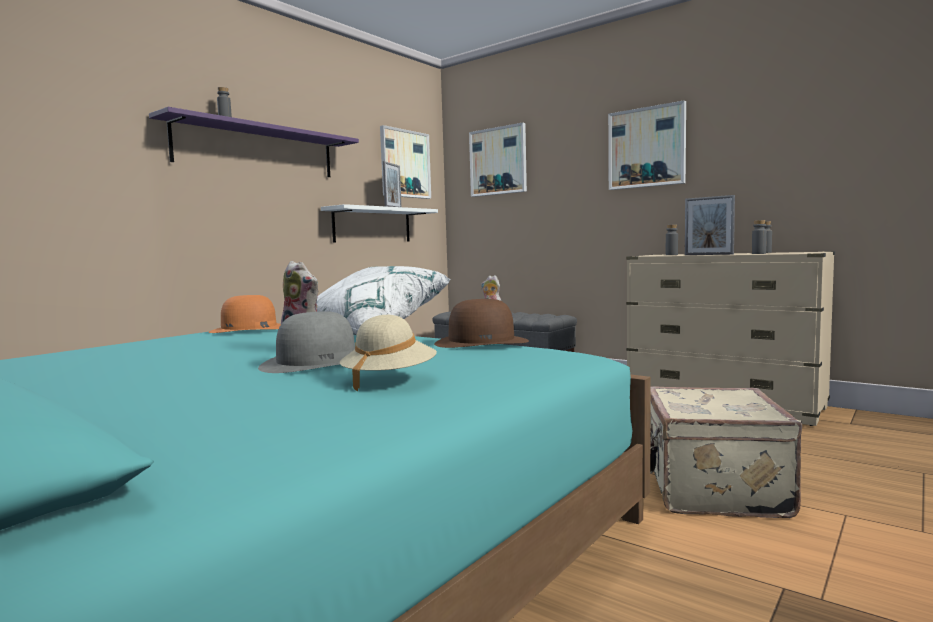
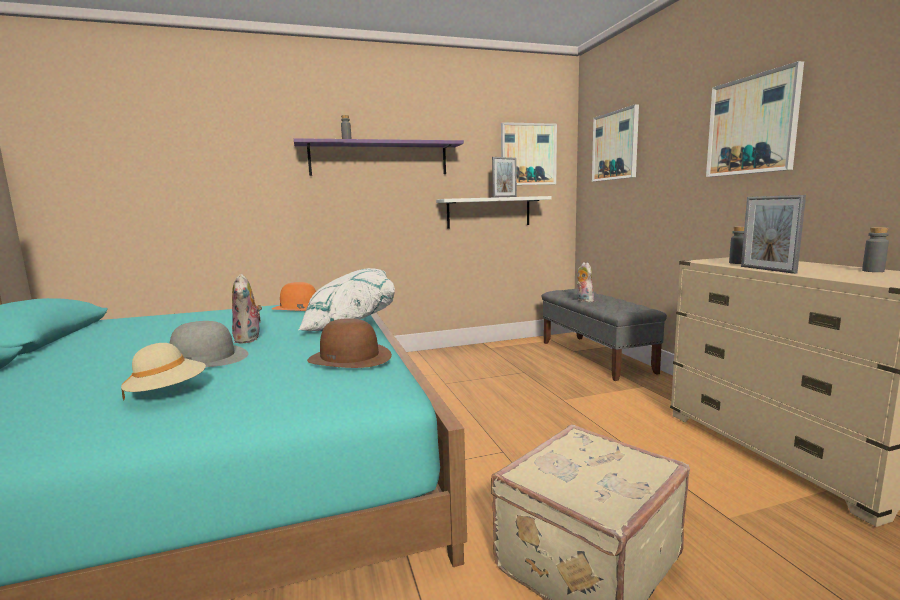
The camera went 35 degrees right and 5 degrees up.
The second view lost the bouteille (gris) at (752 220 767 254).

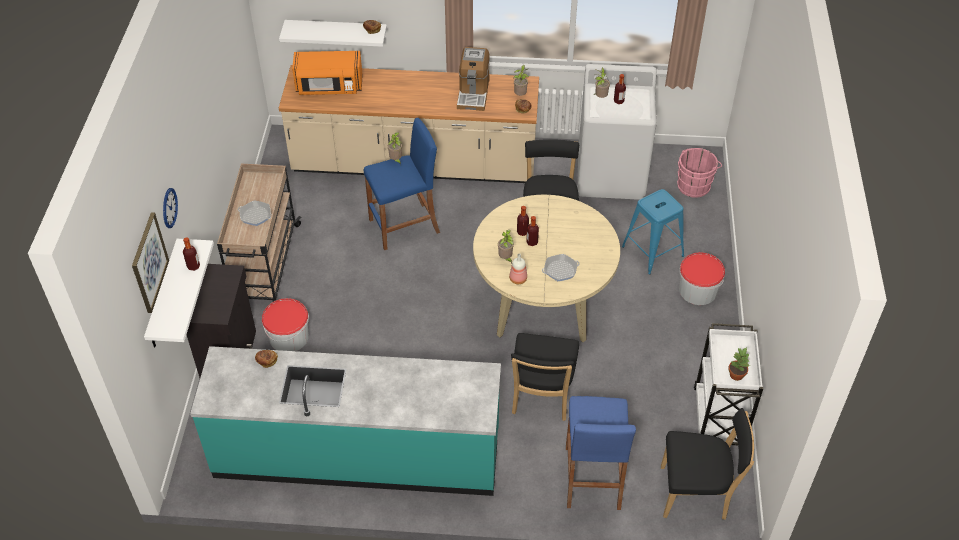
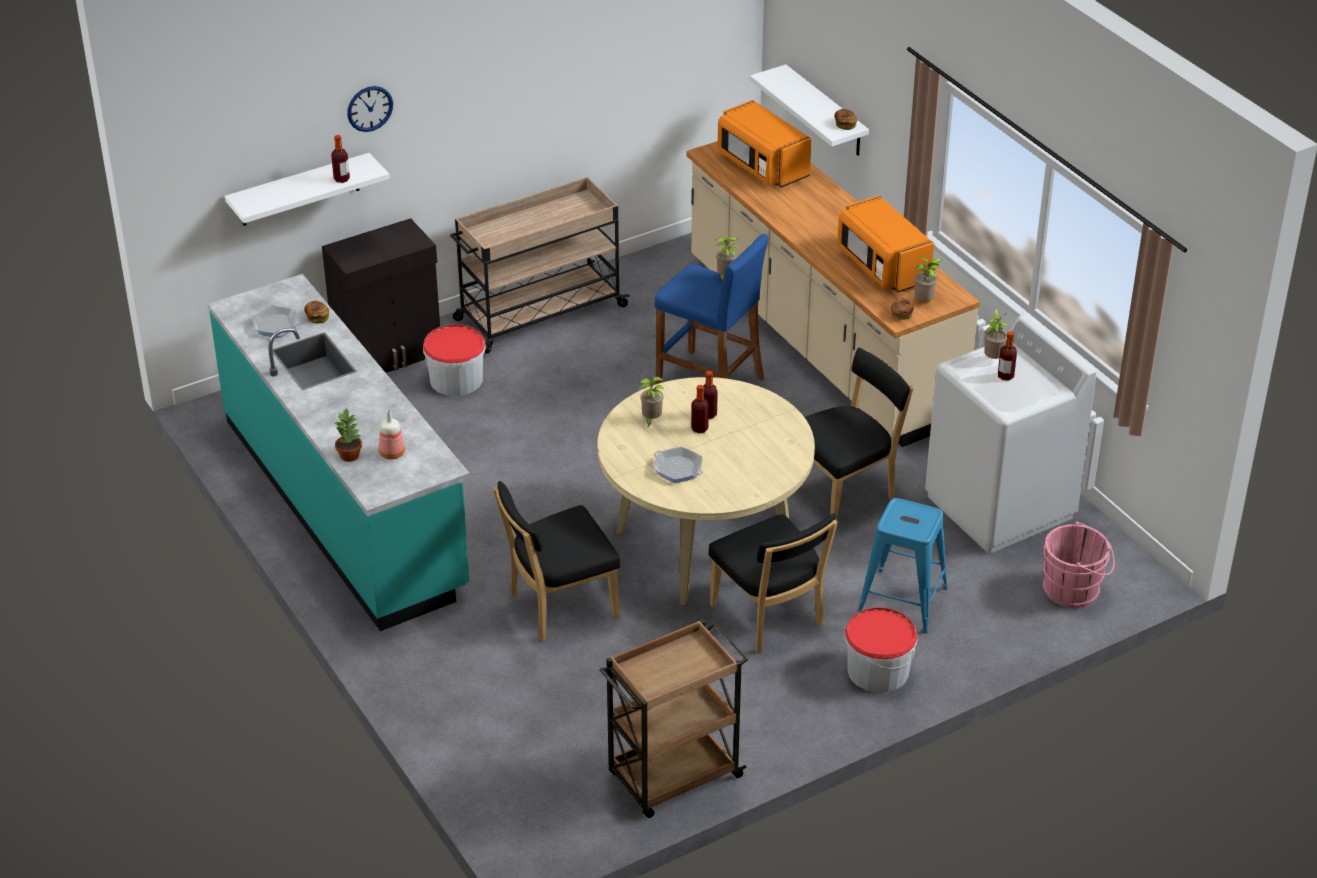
The camera went 55 degrees right and 10 degrees down.
The second view lost the tableau at (132 212 169 313).
The poêle ended up elsewhere, having gone from (238 200 272 226) to (253 305 299 338).
Where the machine à café stood at (457 47 490 111), the micro-ondes (orange) came to stand at (837 195 934 292).
The bouteille ended up elsewhere, having gone from (509 253 527 284) to (379 410 405 459).
The second view lost the tabouret (bleu) at (566 396 636 510).
The chaise (noir) ended up elsewhere, having gone from (661 408 754 520) to (708 514 838 653).
What was the chariot (blanc) at (694 323 763 445) turned into the chariot (marron) at (599 619 748 818).
The plante en pot ended up elsewhere, having gone from (728 348 749 381) to (333 408 362 462).

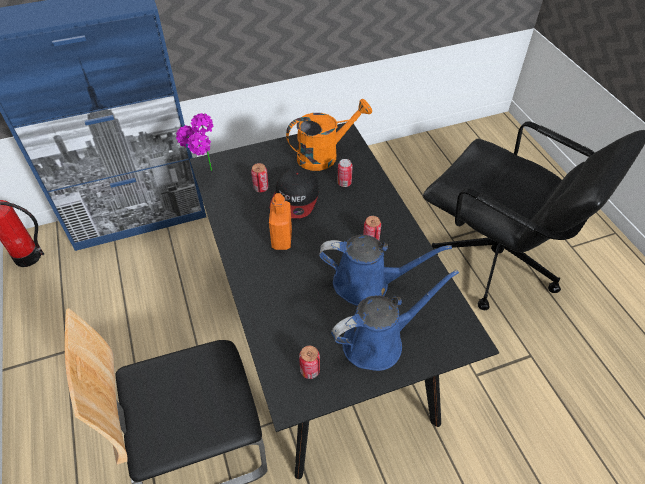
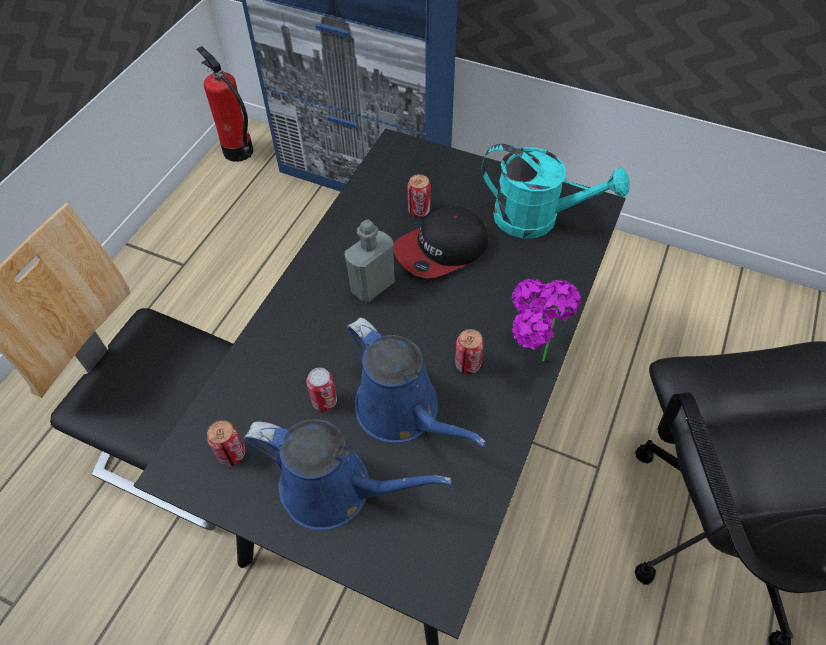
The camera went 45 degrees right and 5 degrees up.
The plante en pot ended up elsewhere, having gone from (176 113 214 171) to (512 279 581 362).
What was the bouteille (orange) at (269 193 292 250) turned into the bouteille (gris) at (345 220 395 302).
What was the arrosoir (orange) at (286 99 372 171) turned into the arrosoir (turquoise) at (482 144 630 238).
The boîte métallique ended up elsewhere, having gone from (337 159 353 187) to (306 368 337 411).

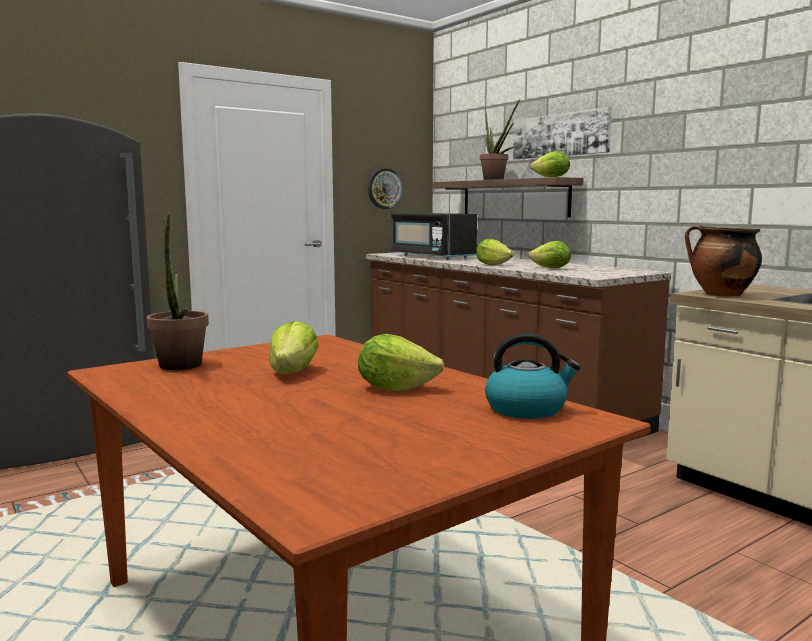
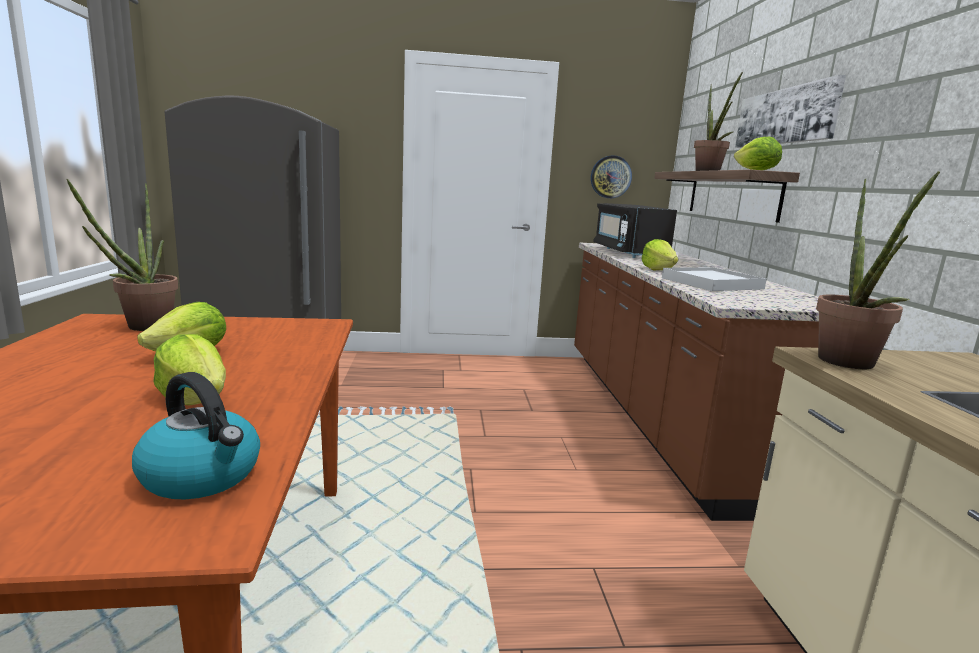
The camera went 30 degrees right and 5 degrees up.
Where the laitue stood at (528 241 571 268), the plateau (blanc) came to stand at (662 267 767 291).
Where the marmite stood at (685 225 762 297), the plante en pot came to stand at (816 171 940 369).

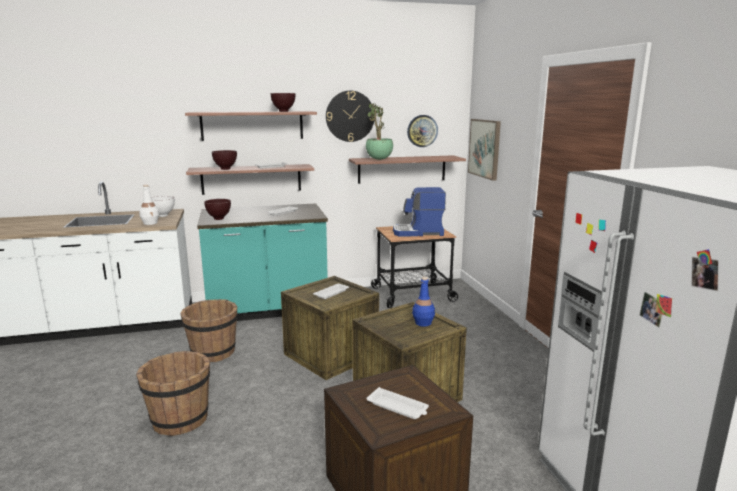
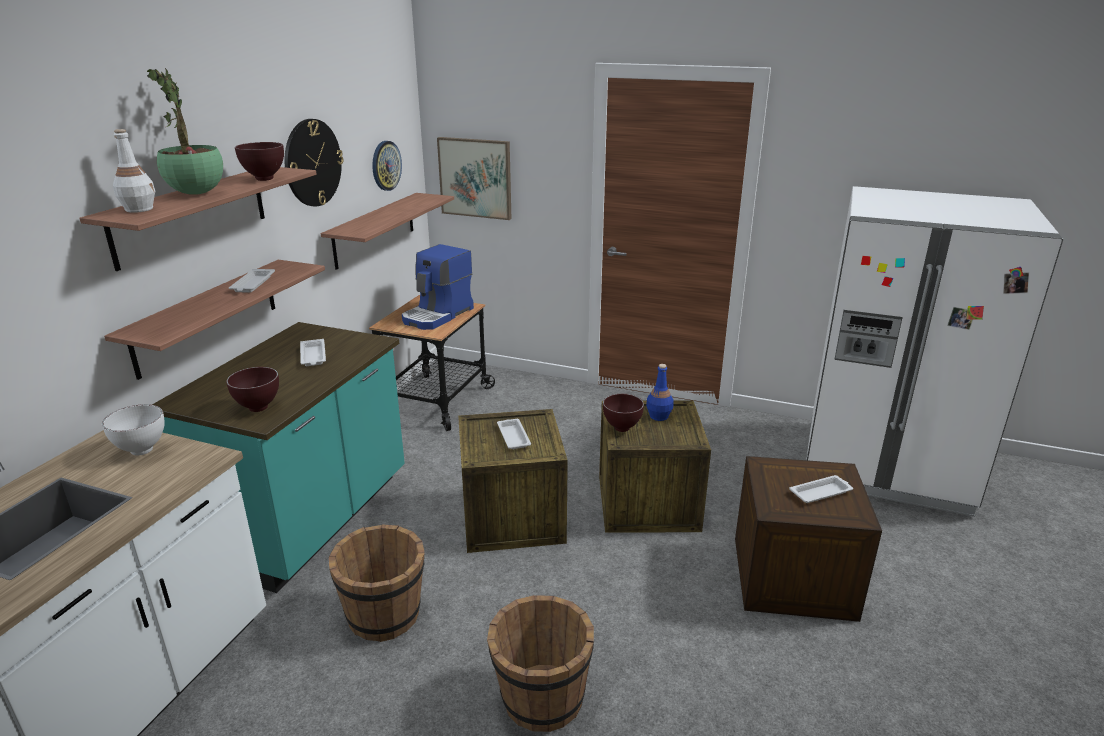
The camera went 55 degrees left and 10 degrees up.
The bouteille (blanc) ended up elsewhere, having gone from (139 185 159 225) to (113 129 155 213).
The bol (marron) ended up elsewhere, having gone from (212 150 237 170) to (603 394 644 432).
The plante en pot ended up elsewhere, having gone from (366 103 393 160) to (147 68 223 195).

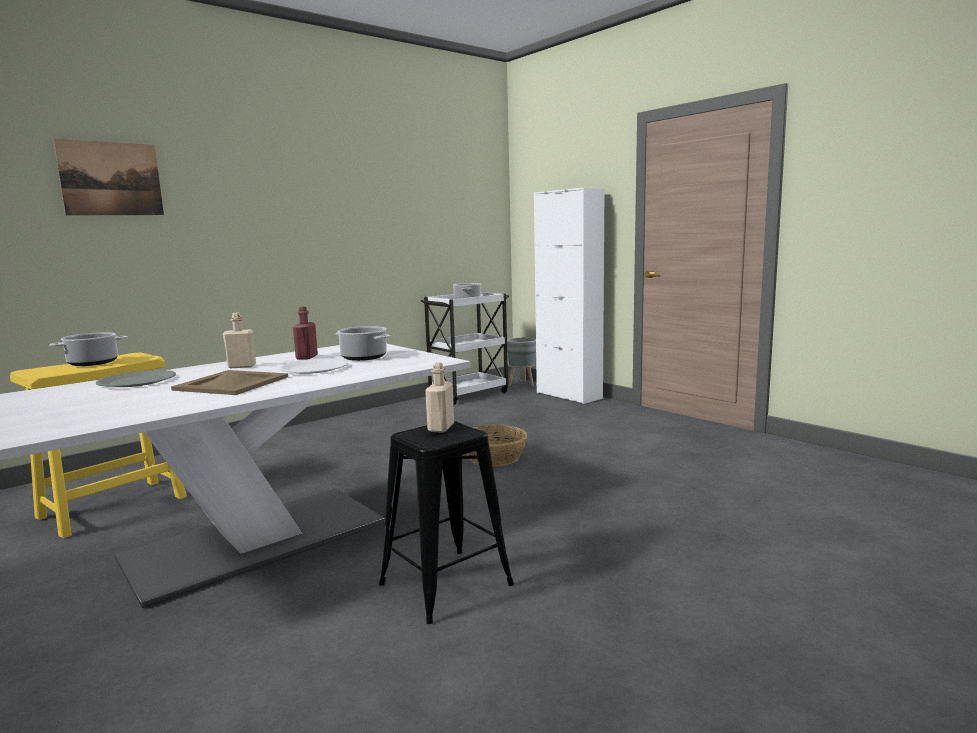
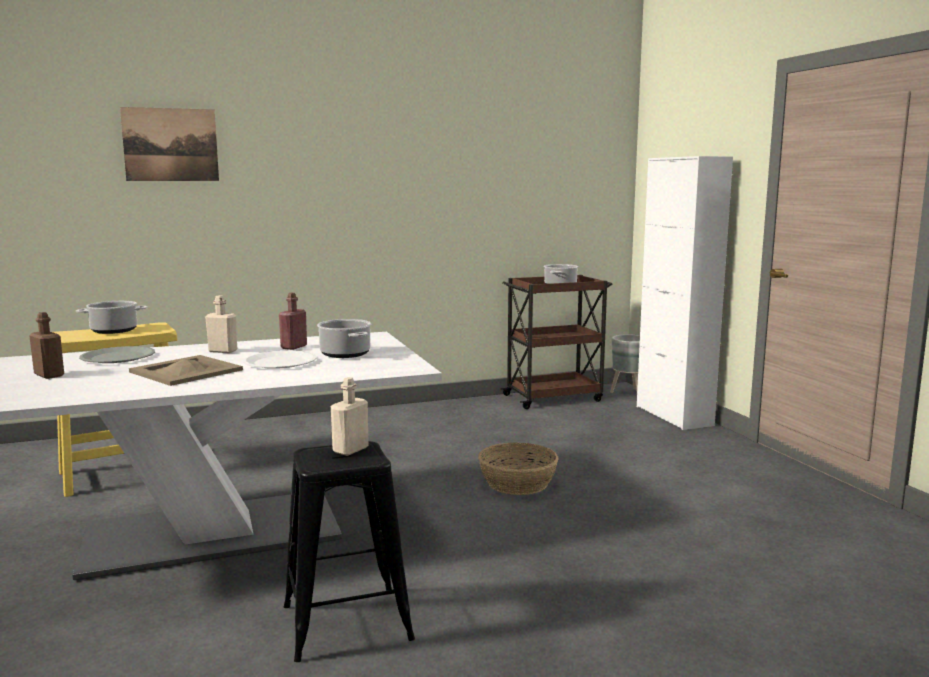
The camera went 20 degrees right and 0 degrees up.
What was the chariot (blanc) at (420 292 509 405) turned into the chariot (marron) at (500 275 613 409).
The second view gained the bouteille (marron) at (29 312 64 379).

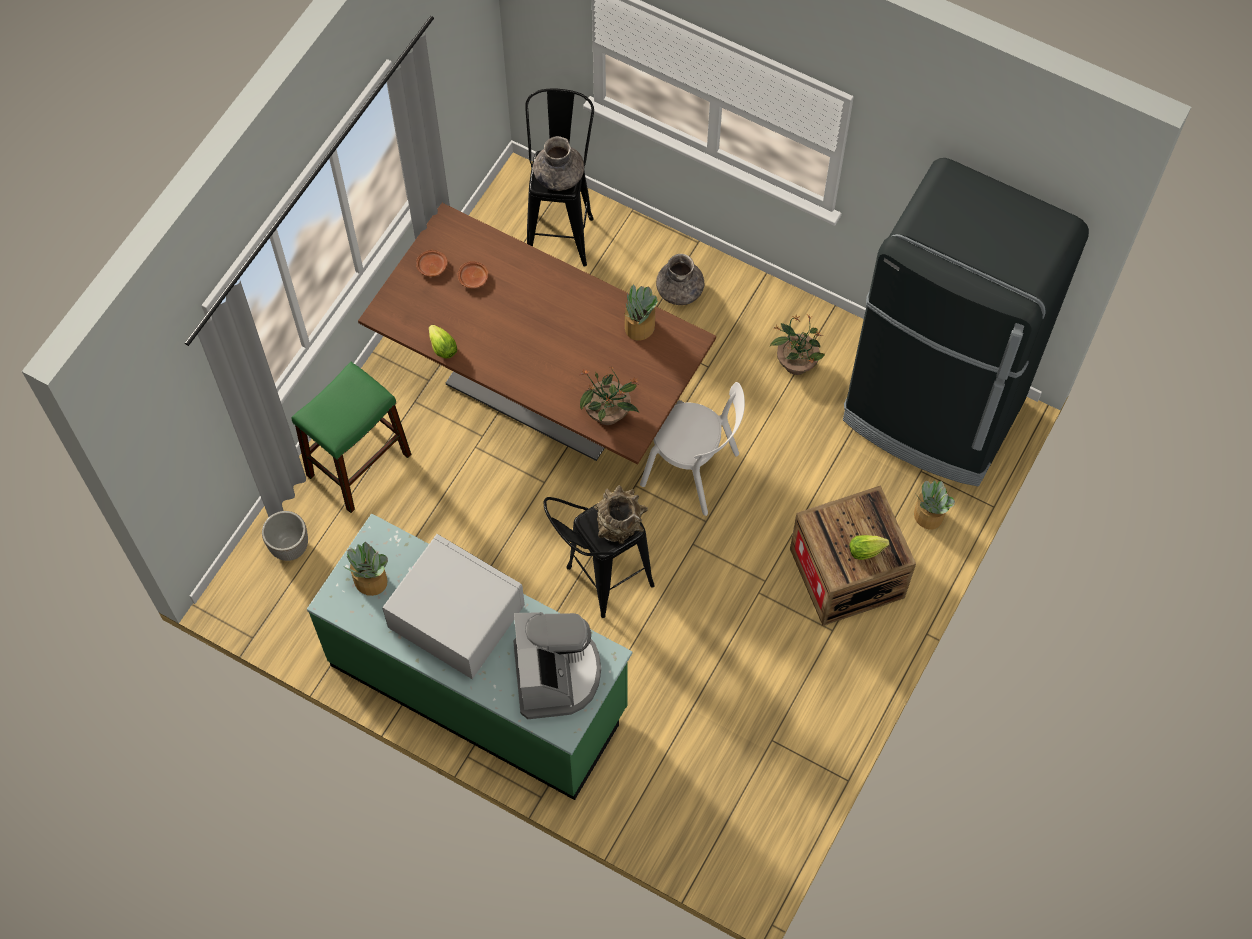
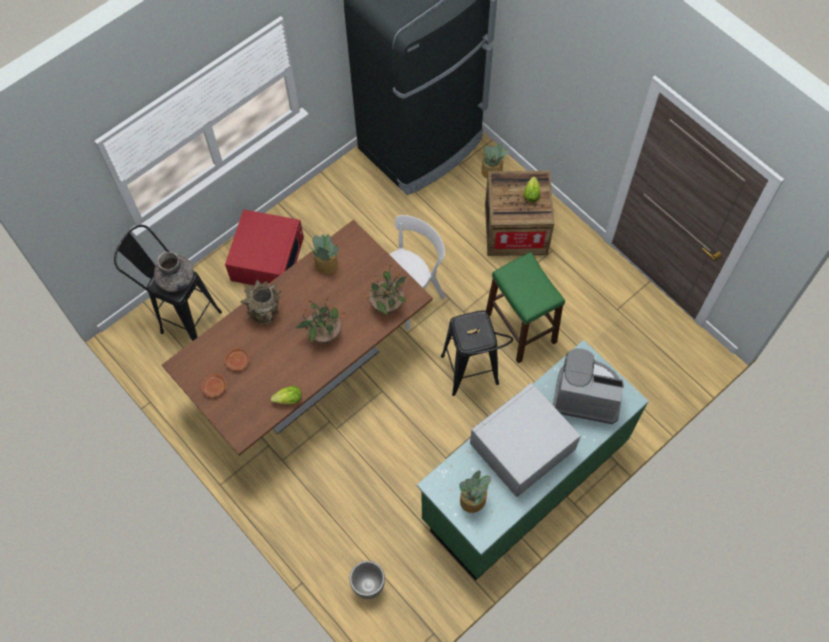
The camera went 70 degrees left and 0 degrees up.
The tabouret (vert) ended up elsewhere, having gone from (292 362 412 513) to (486 252 565 363).
The vase (marron) ended up elsewhere, having gone from (594 485 648 544) to (240 280 281 324).
Where the vase (gris) stood at (656 254 705 305), the micro-ondes (rouge) came to stand at (225 209 304 285).
The plante en pot ended up elsewhere, having gone from (770 315 825 375) to (296 297 345 344).

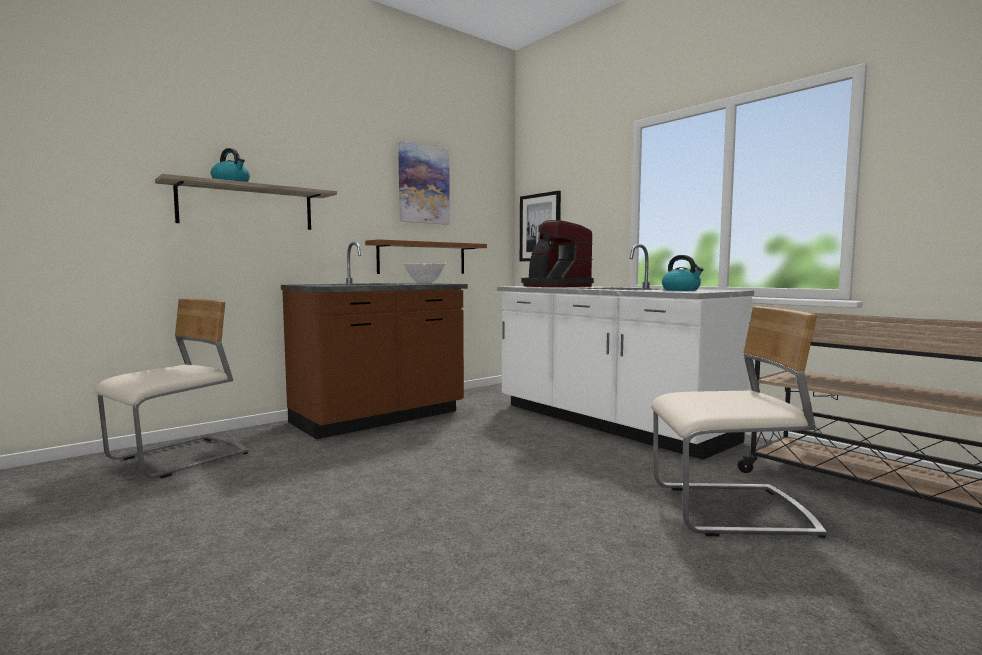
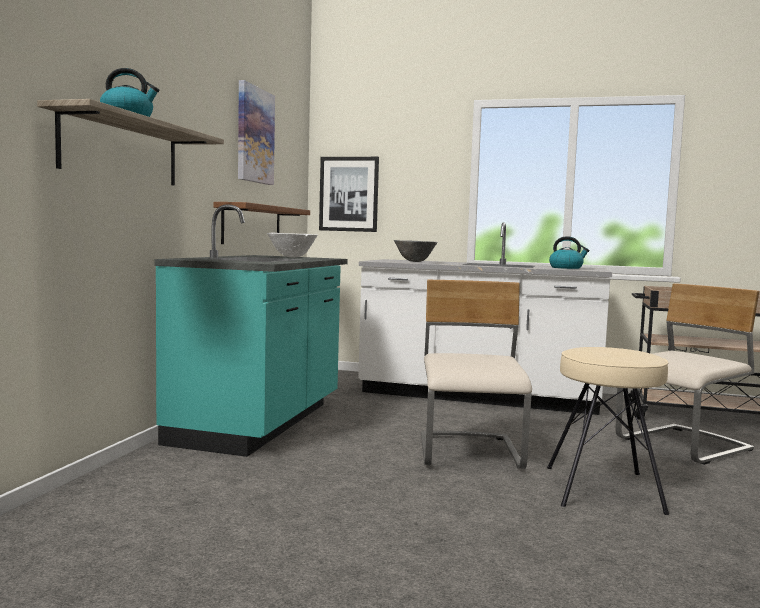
The camera went 35 degrees left and 0 degrees up.
The chaise (beige) ended up elsewhere, having gone from (95 299 249 478) to (421 280 532 469).
What was the comptoir de cuisine (marron) at (281 242 468 439) turned into the comptoir de cuisine (turquoise) at (155 204 348 457).
Where the machine à café stood at (521 220 594 287), the bol (gris) came to stand at (394 240 438 262).
The second view gained the tabouret (beige) at (547 347 669 515).

